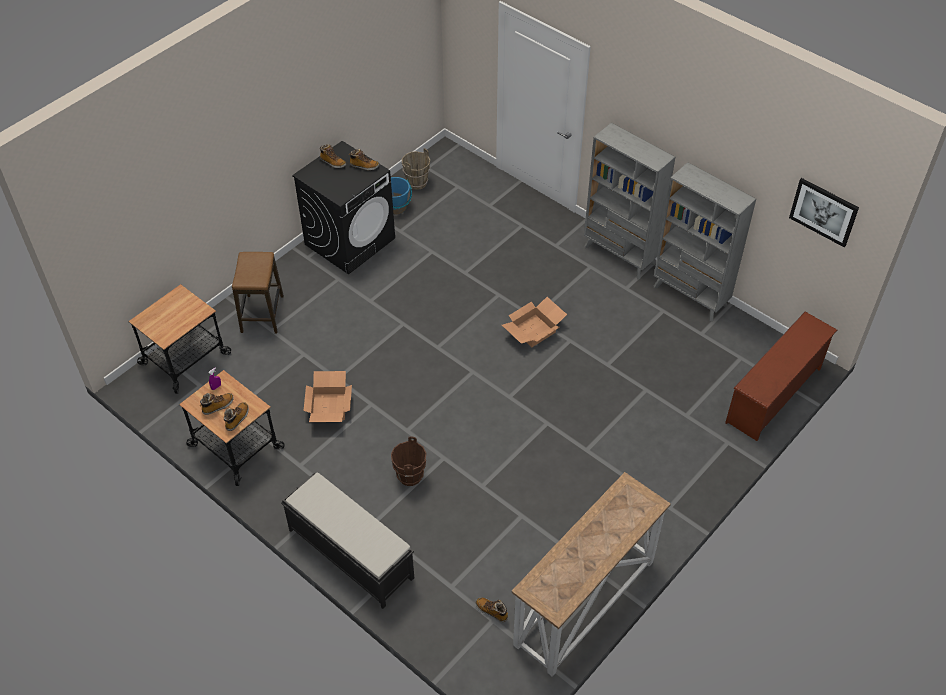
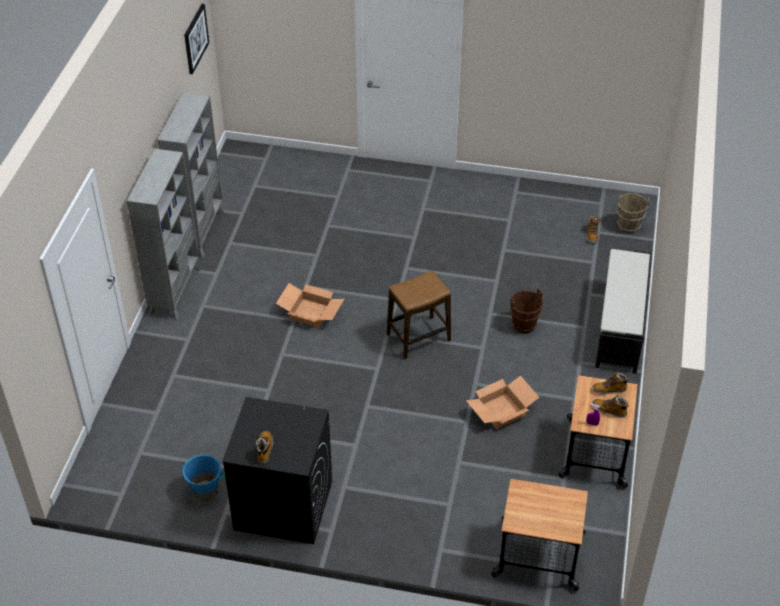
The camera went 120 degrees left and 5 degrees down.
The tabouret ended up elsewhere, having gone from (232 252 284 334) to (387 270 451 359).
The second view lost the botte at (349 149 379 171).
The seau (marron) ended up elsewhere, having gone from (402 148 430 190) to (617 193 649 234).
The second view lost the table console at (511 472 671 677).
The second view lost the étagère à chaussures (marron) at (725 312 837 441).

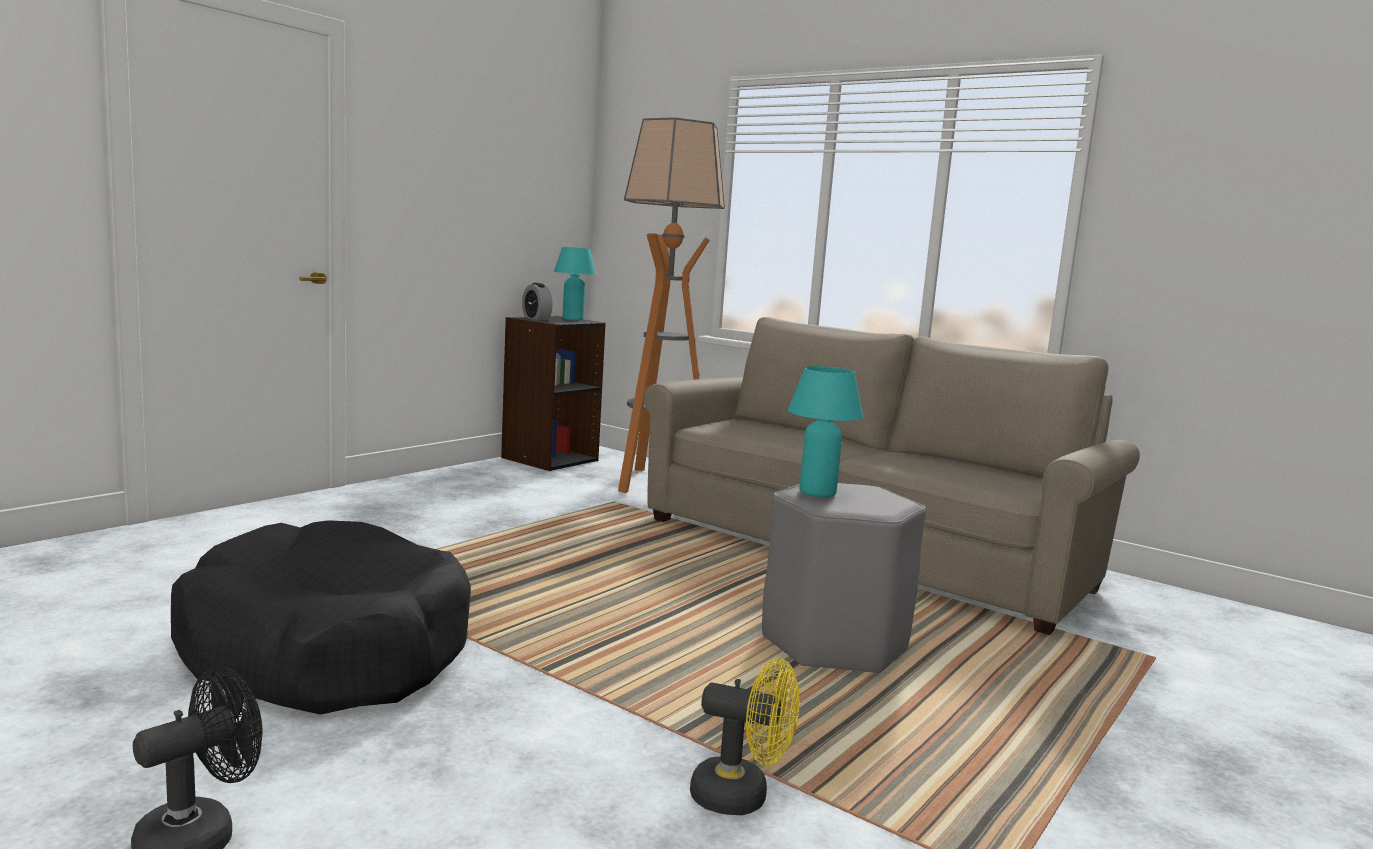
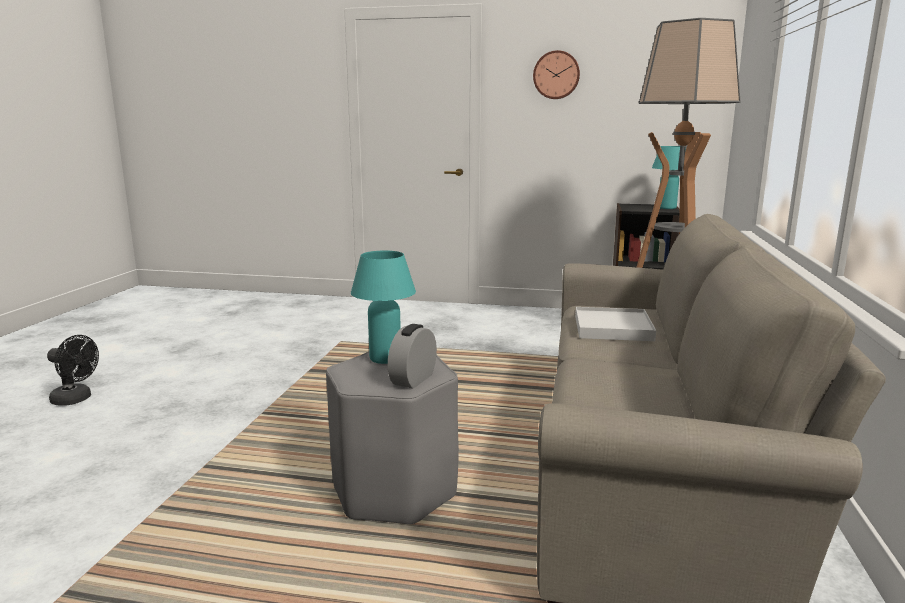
The camera went 65 degrees right and 5 degrees up.
The second view lost the panier pour chien (noir) at (171 520 471 715).
The réveil ended up elsewhere, having gone from (522 283 553 320) to (388 324 437 389).
The second view lost the ventilateur (jaune) at (690 658 800 815).
The second view gained the horloge murale at (533 50 580 99).
The second view gained the plateau (blanc) at (575 307 656 341).

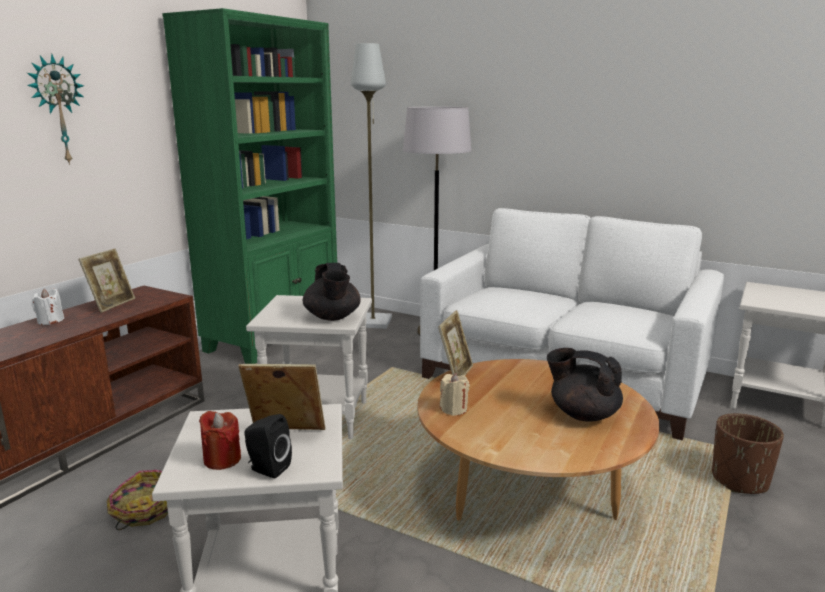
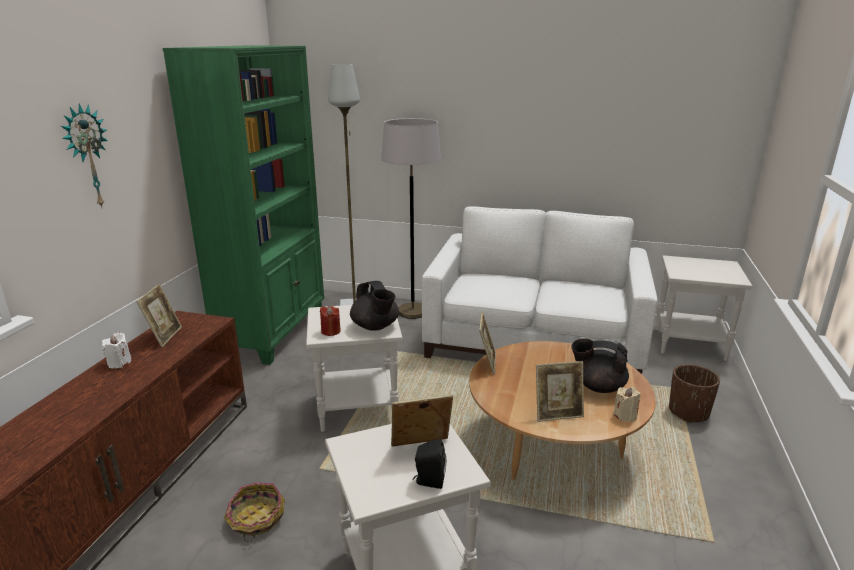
The camera went 15 degrees left and 5 degrees up.
The bougie (rouge) ended up elsewhere, having gone from (199 411 241 470) to (320 306 341 336).
The bougie (beige) ended up elsewhere, having gone from (440 373 470 416) to (613 387 641 422).
The second view gained the cadre photo at (536 361 584 422).

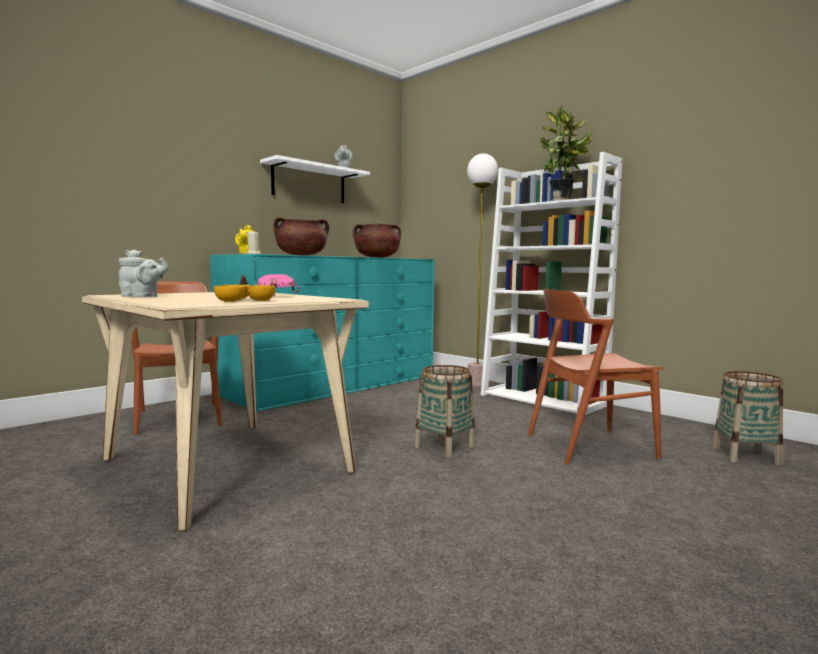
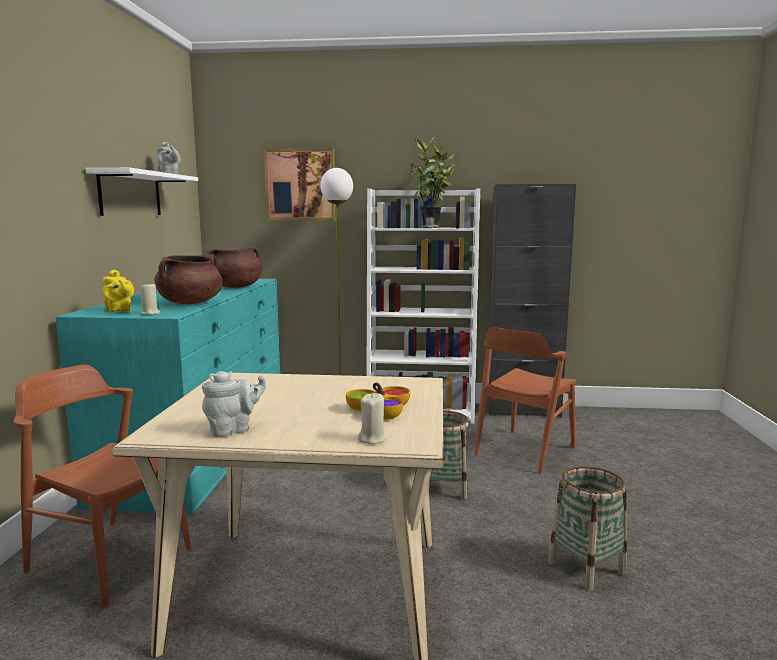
The camera went 40 degrees left and 5 degrees up.
The second view lost the bol (rose) at (256 274 300 298).
The panier ended up elsewhere, having gone from (712 371 784 466) to (548 466 627 590).
The second view gained the tableau at (264 148 335 220).
The second view gained the bougie (beige) at (358 393 386 444).
The second view gained the meuble de rangement (noir) at (486 184 576 417).

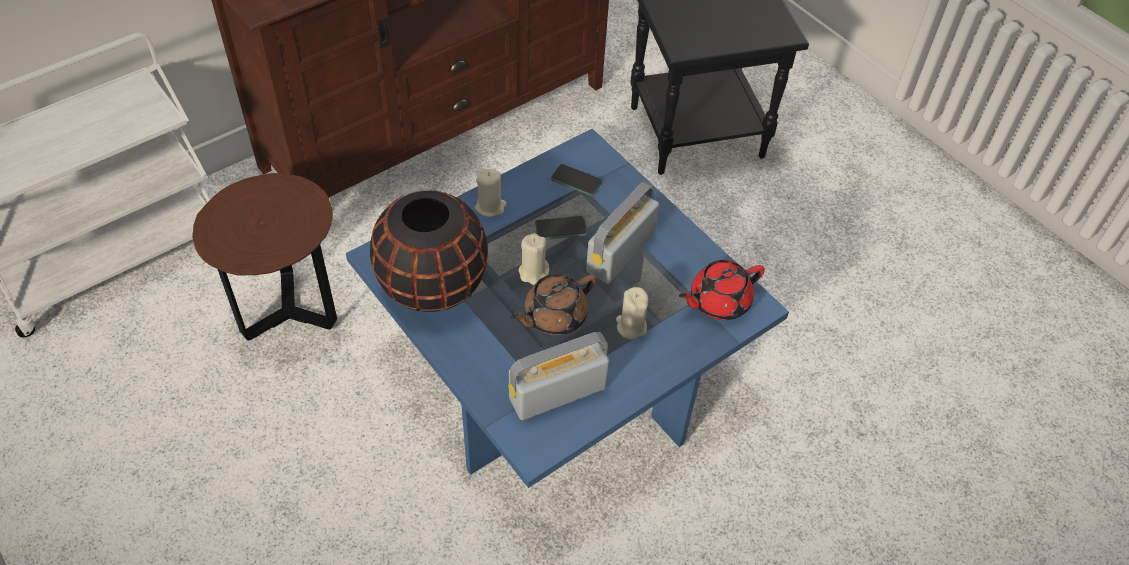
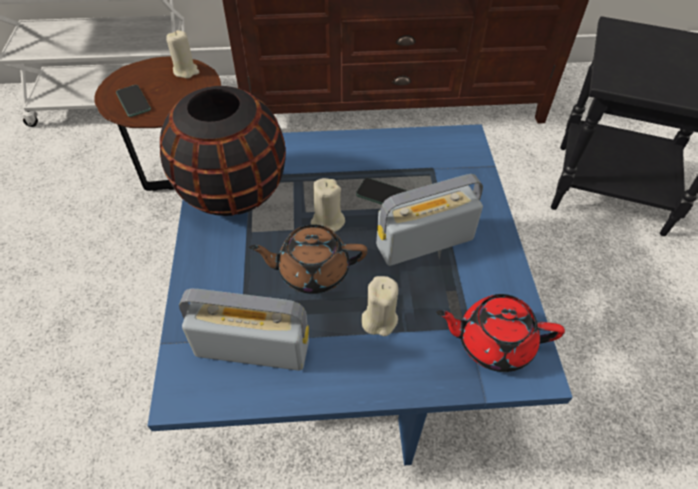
The camera went 35 degrees right and 0 degrees up.
The bougie (beige) ended up elsewhere, having gone from (475 169 506 217) to (166 30 199 78).
The téléphone ended up elsewhere, having gone from (551 164 603 196) to (116 85 151 117).

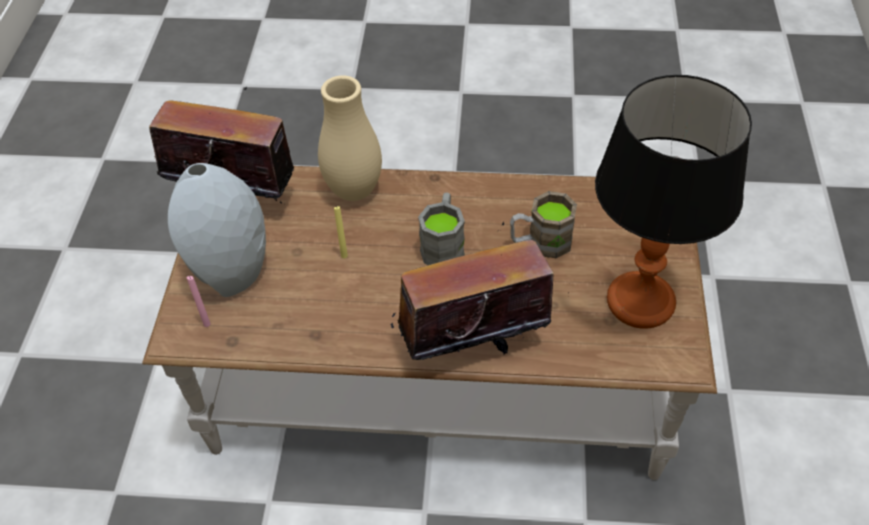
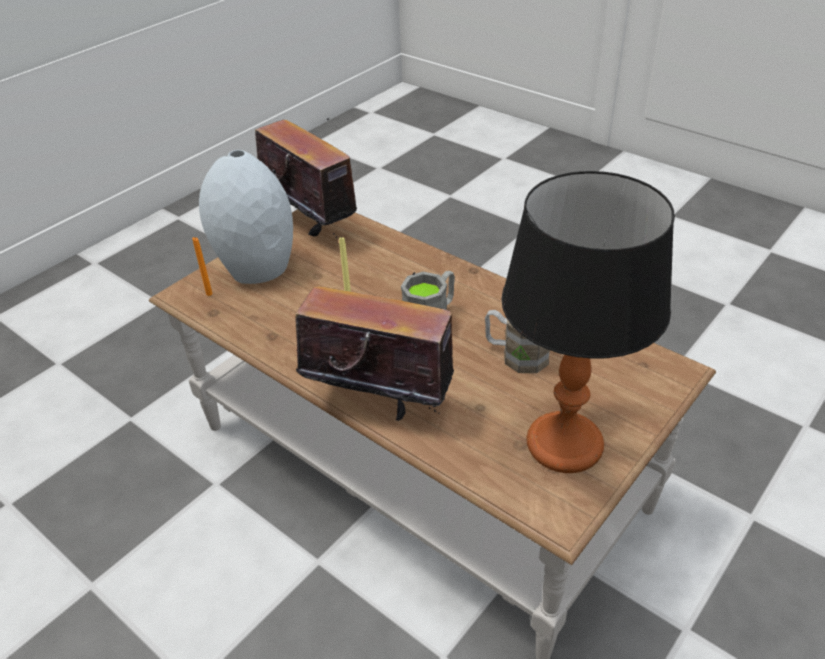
The camera went 35 degrees right and 10 degrees down.
What was the bougie (rose) at (187 276 211 327) turned into the bougie (orange) at (192 237 213 296).
The second view lost the vase (beige) at (318 75 382 201).

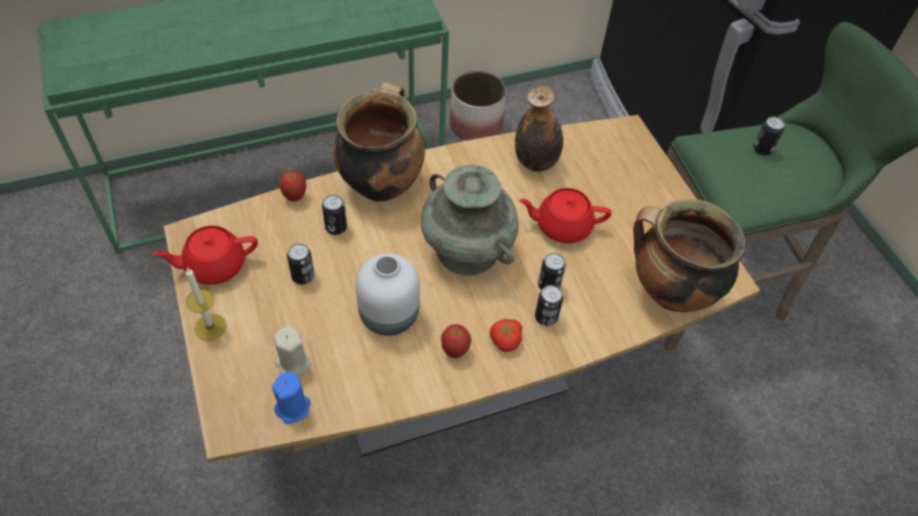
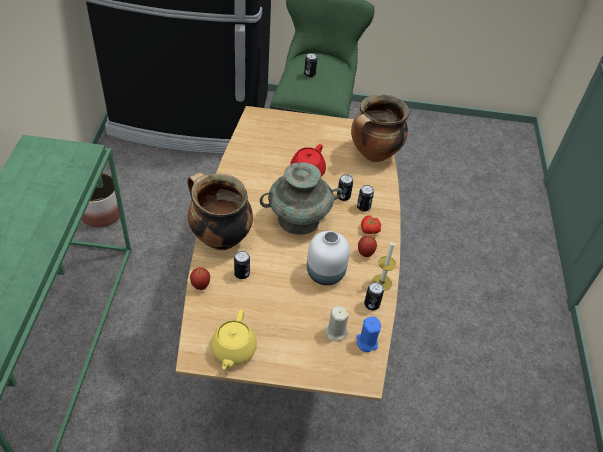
The camera went 65 degrees left and 5 degrees down.
What was the théière (rouge) at (153 225 258 285) turned into the théière (jaune) at (211 309 257 369).
The bougie ended up elsewhere, having gone from (185 268 227 341) to (372 241 396 291).
The boîte métallique ended up elsewhere, having gone from (287 243 314 284) to (364 282 384 310).
The second view lost the bouteille at (515 86 563 172).

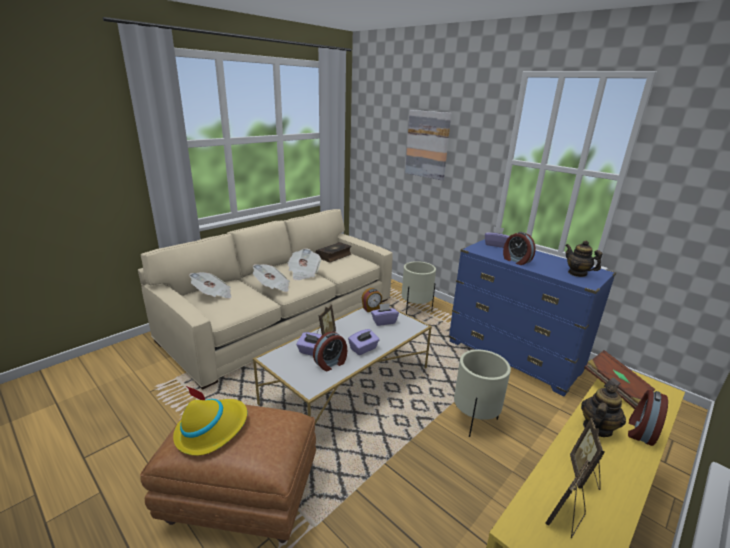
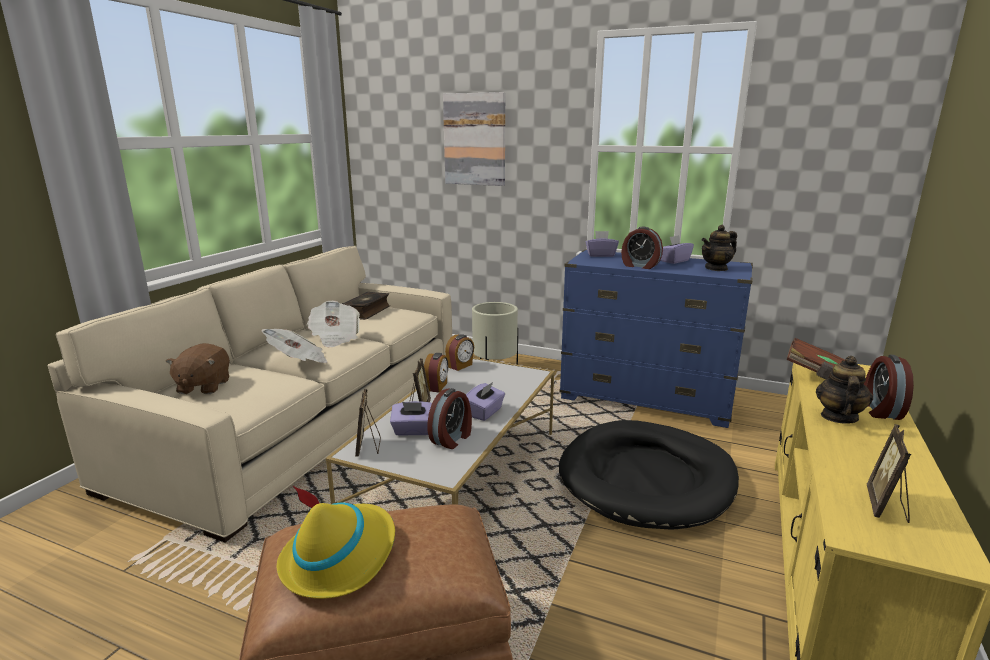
The camera went 20 degrees left and 5 degrees down.
Where the journal stood at (189 272 231 299), the peluche (marron) came to stand at (165 343 230 394).
The boîte à mouchoirs (violet) ended up elsewhere, having gone from (371 303 399 326) to (661 235 694 264).
Where the cache-pot (beige) stood at (454 349 511 437), the panier pour chien (noir) came to stand at (559 420 739 530).
The théière at (565 240 602 277) ended up facing another way, 60 degrees counterclockwise from before.
The cadre photo ended up elsewhere, having gone from (570 418 604 490) to (355 389 381 456).
The second view gained the réveil at (424 353 448 393).

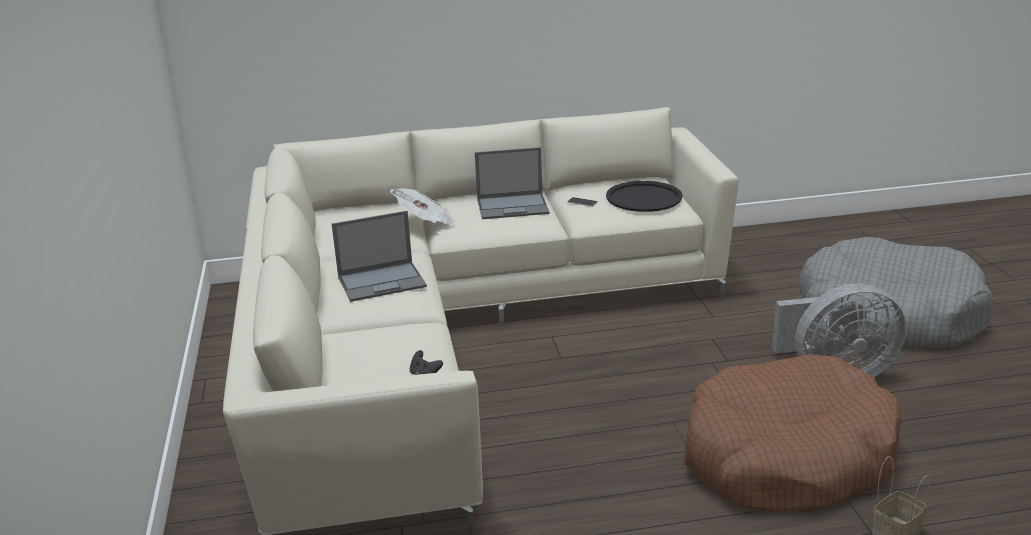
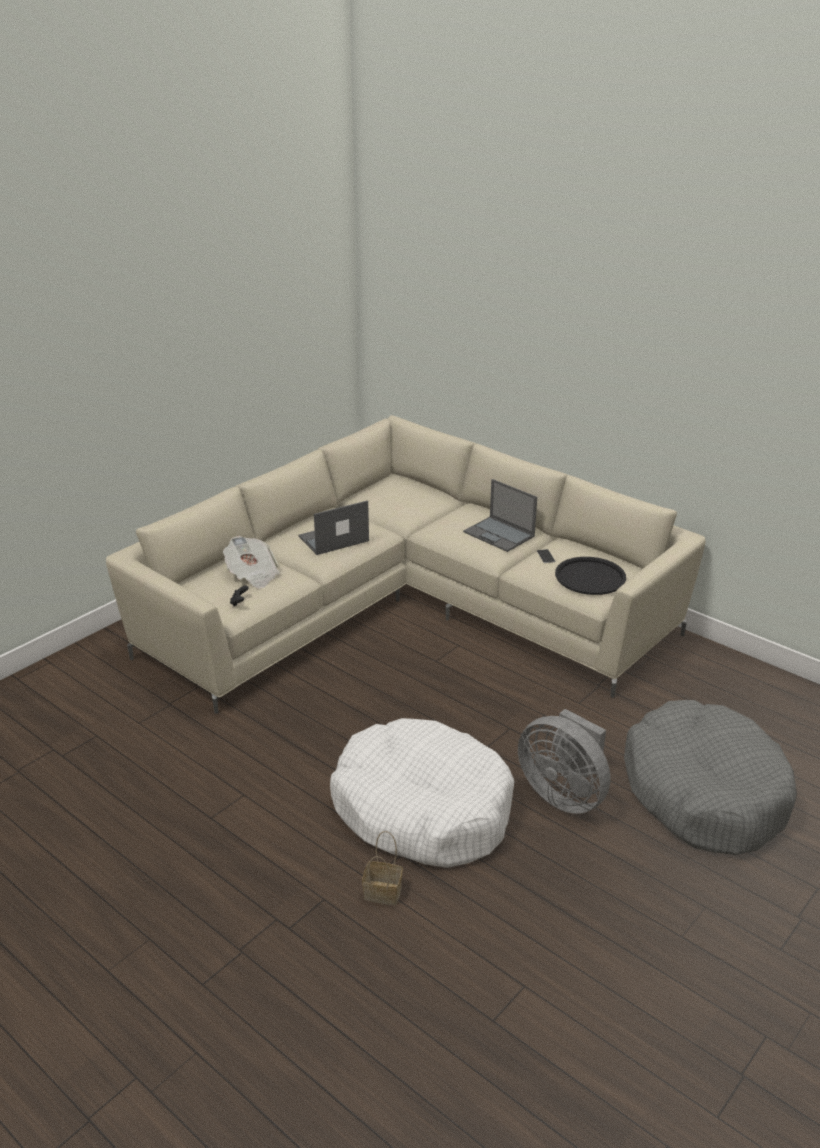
The camera went 50 degrees right and 5 degrees up.
The ordinateur portable at (332 211 427 302) ended up facing another way, 120 degrees clockwise from before.
The journal ended up elsewhere, having gone from (390 188 456 225) to (223 536 280 589).
What was the panier pour chien (marron) at (684 354 902 512) turned into the panier pour chien (blanc) at (330 718 515 868).

